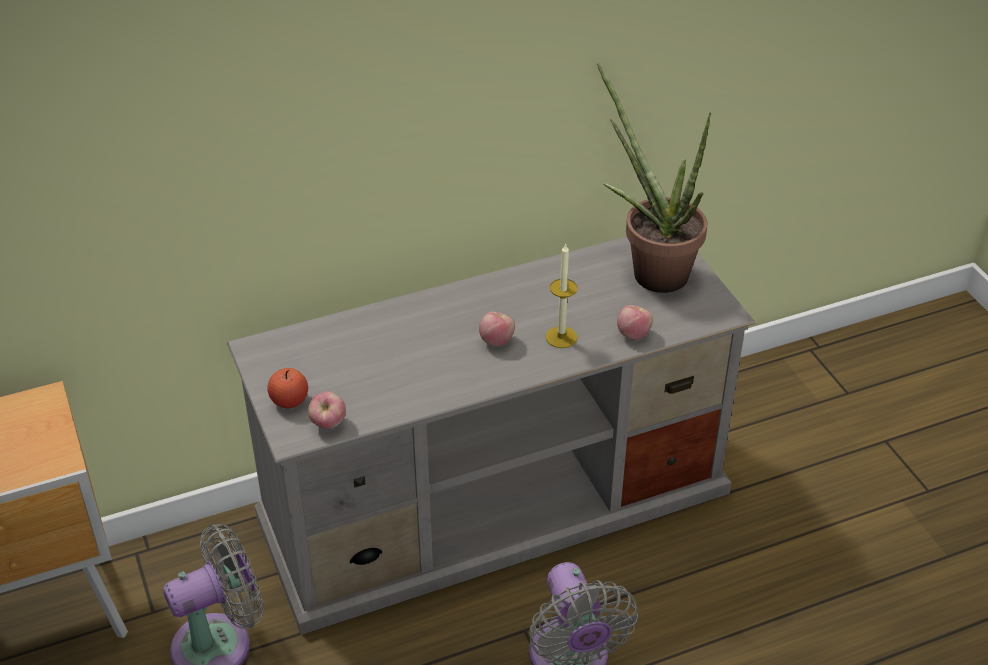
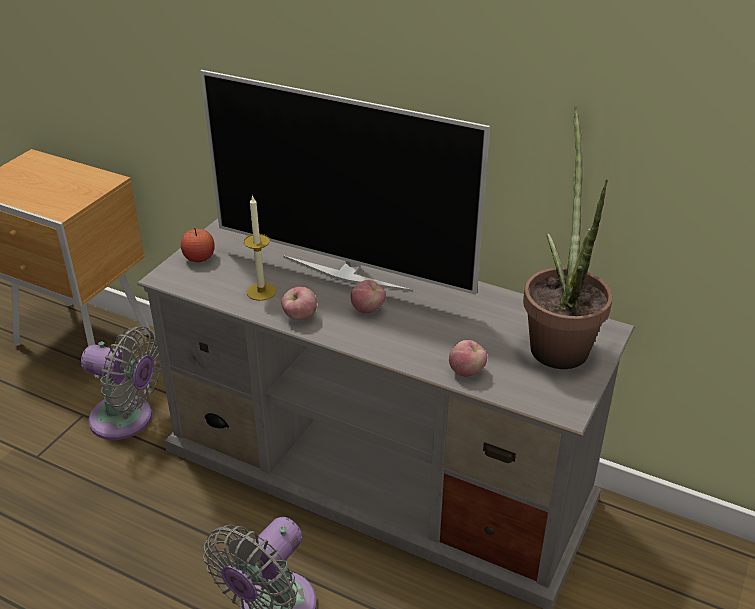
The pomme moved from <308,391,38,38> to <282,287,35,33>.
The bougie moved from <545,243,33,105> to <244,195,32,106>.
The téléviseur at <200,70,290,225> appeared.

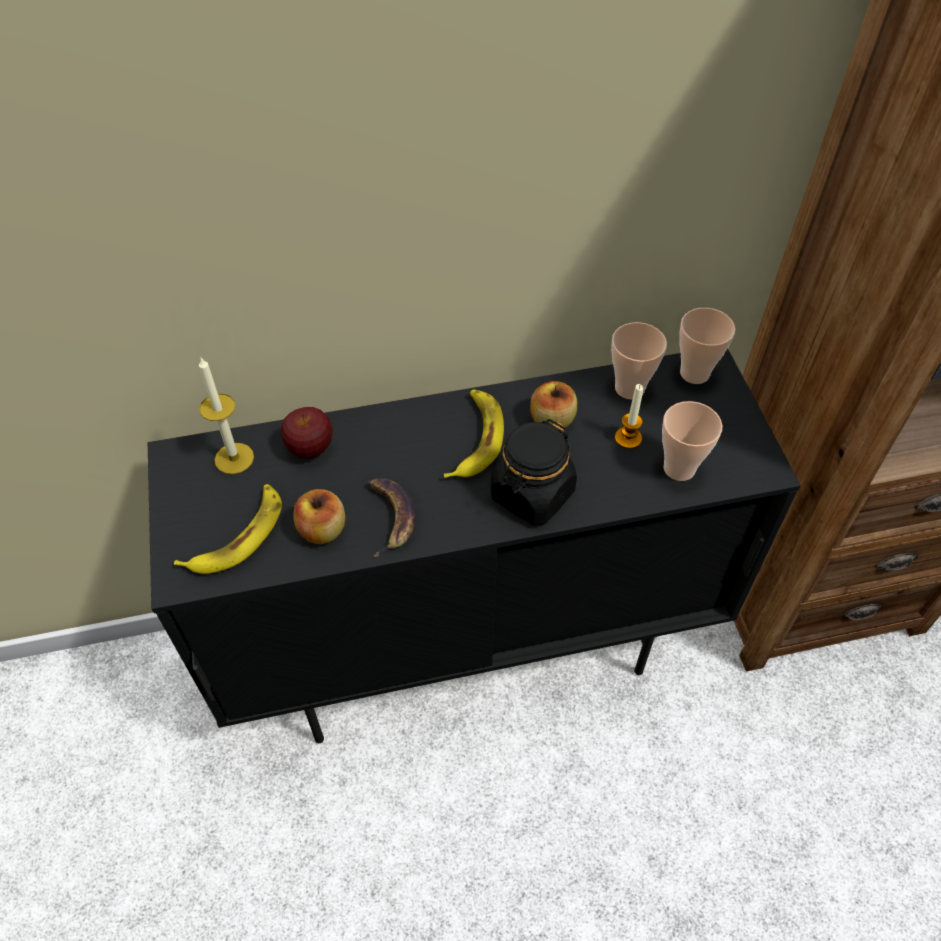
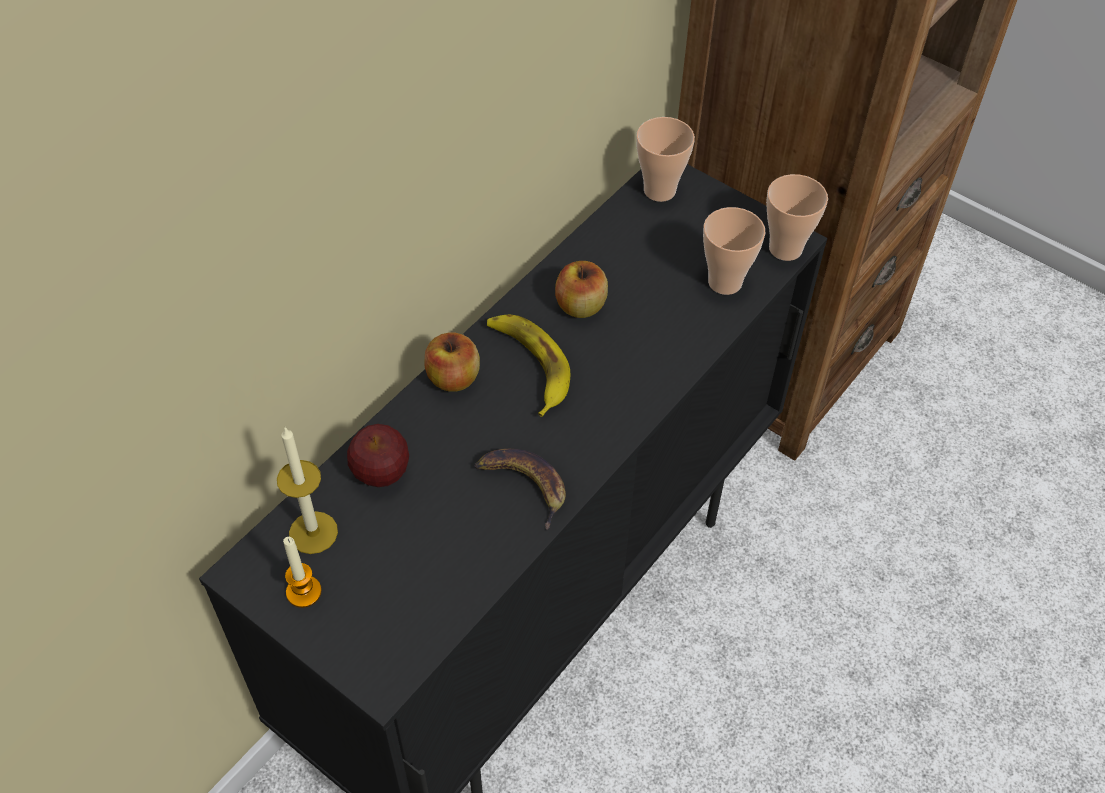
The banane at <174,484,108,90> disappeared.
The pomme moved from <293,489,52,55> to <424,333,56,59>.
The bocal (noir) at <490,419,87,106> disappeared.
The tasse moved from <611,322,56,77> to <766,174,62,87>.
The bougie moved from <615,384,28,65> to <283,537,39,71>.

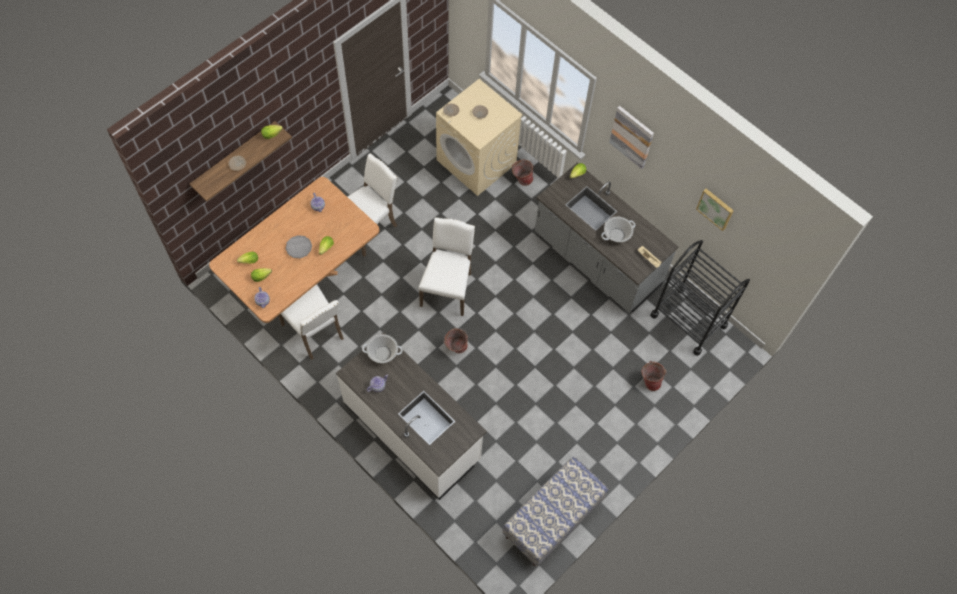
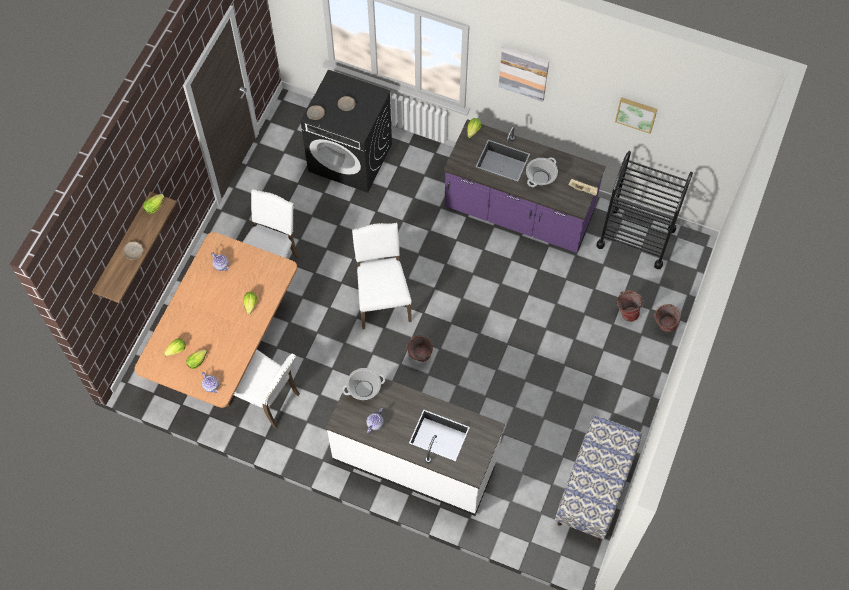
The assiette (gris) at <285,235,27,23> disappeared.
The lave-linge (beige) at <436,79,87,117> became the lave-linge (noir) at <301,70,91,123>.
The seau moved from <512,160,22,26> to <654,304,27,28>.
The comptoir de cuisine (gris) at <535,163,144,150> became the comptoir de cuisine (violet) at <443,119,163,134>.

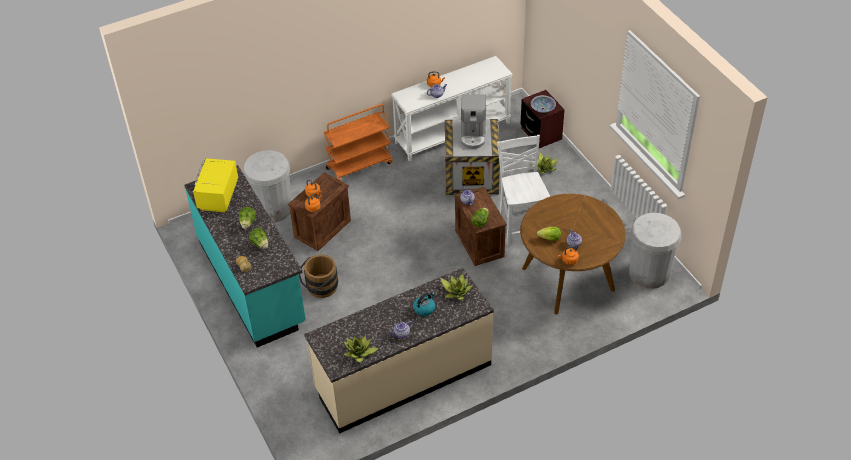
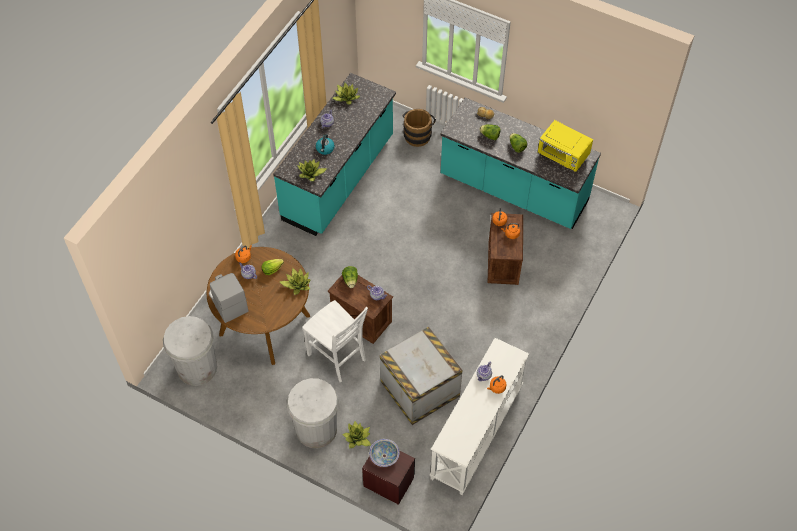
The micro-ondes (jaune) at <193,158,45,54> turned 150 degrees clockwise.
The poubelle (blanc) moved from <243,150,49,73> to <287,378,52,70>.
The seau (marron) moved from <299,255,39,43> to <402,109,34,38>.
The comptoir de cuisine (beige) at <304,268,190,166> became the comptoir de cuisine (turquoise) at <273,73,123,163>.
The chariot (orange) at <324,104,69,77> disappeared.
The machine à café moved from <461,94,25,55> to <209,273,40,50>.
The plante en pot at <280,268,31,27> appeared.

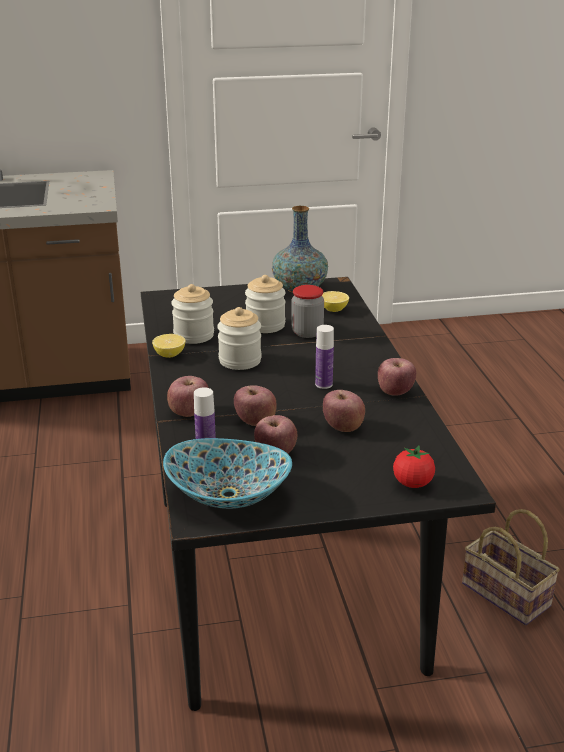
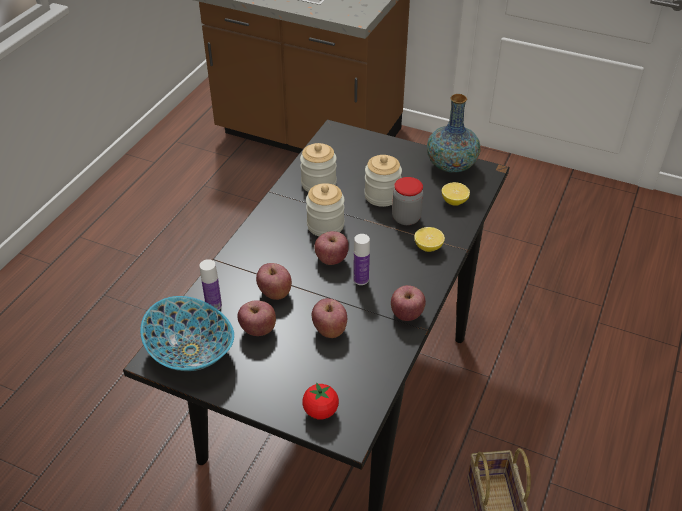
The citron moved from <152,334,34,24> to <414,227,31,25>.
The pomme moved from <167,376,42,41> to <314,231,35,34>.

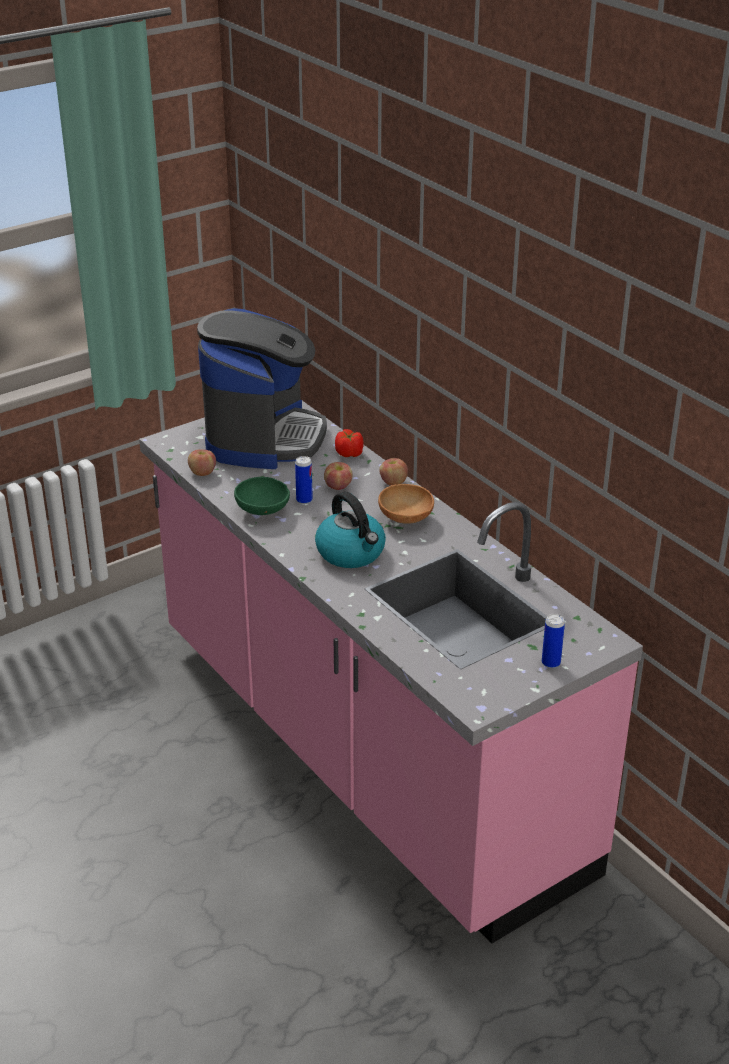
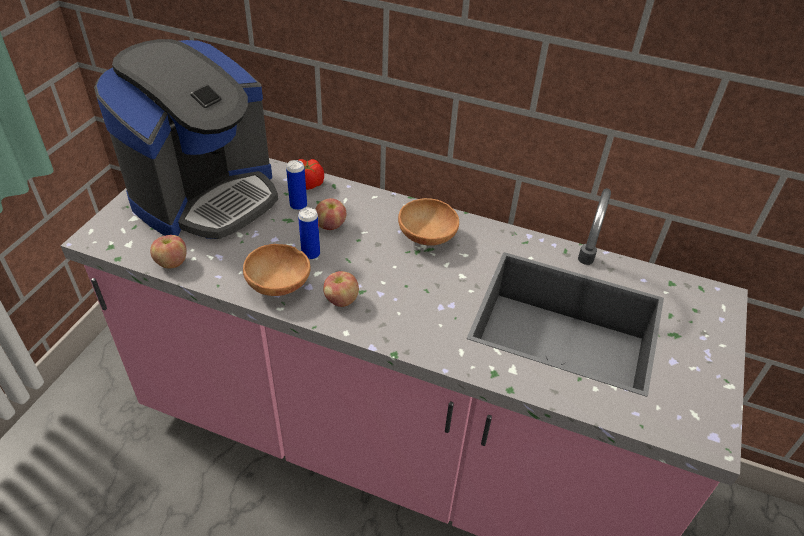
The machine à café at <197,308,130,161> turned 60 degrees clockwise.
The bol (vert) at <234,477,56,38> became the bol (marron) at <243,244,68,52>.
The bouilloire at <315,492,71,76> disappeared.
The pomme moved from <379,458,29,28> to <323,271,36,36>.
The boîte métallique moved from <542,614,23,54> to <286,160,21,50>.

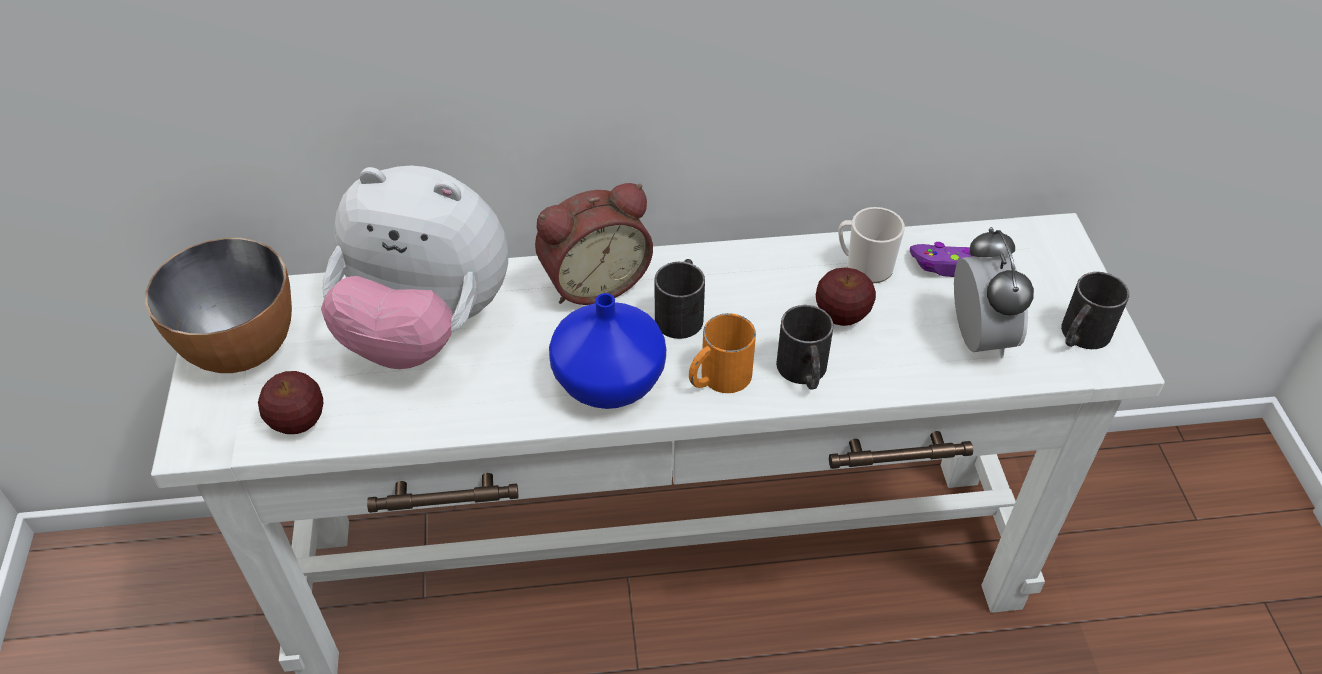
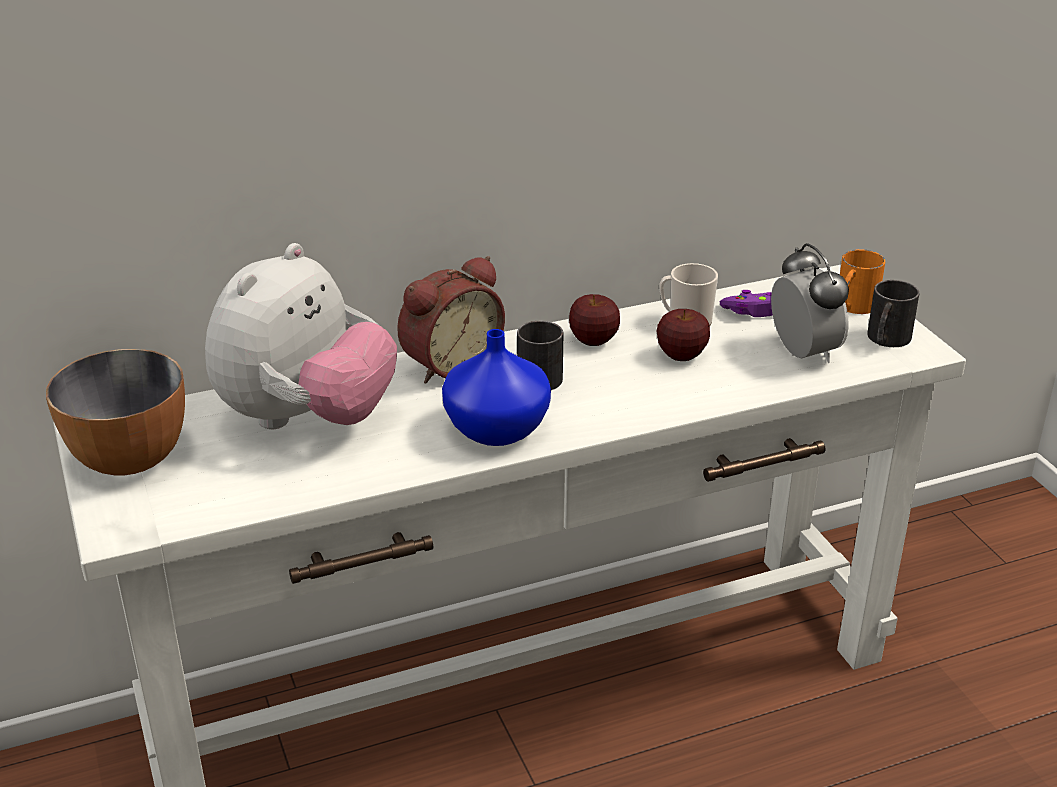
The pomme moved from <258,371,65,63> to <569,294,51,52>.
The peluche at <321,166,187,203> turned 60 degrees counterclockwise.
The mug (orange) moved from <689,313,67,80> to <840,249,45,65>.
The mug (noir) at <776,305,57,85> disappeared.

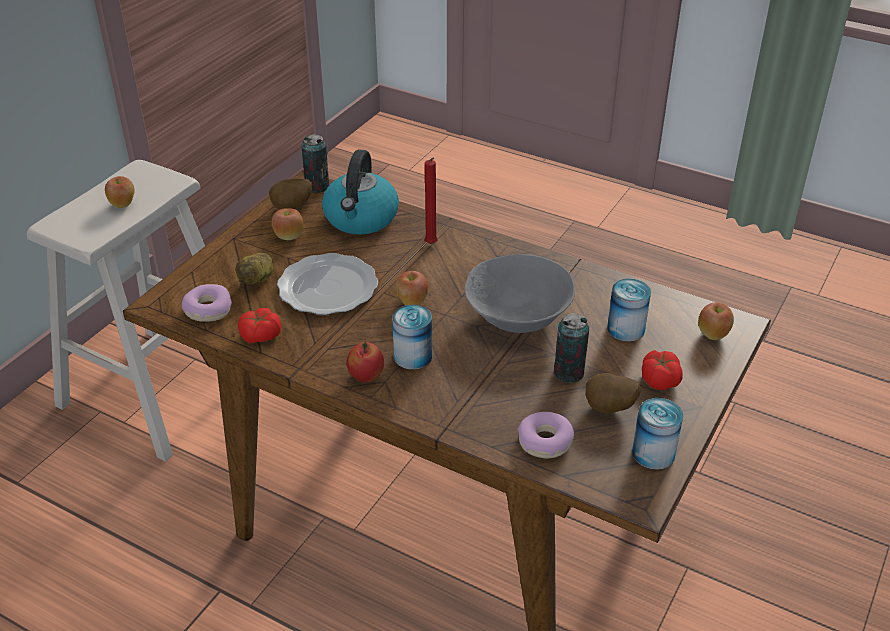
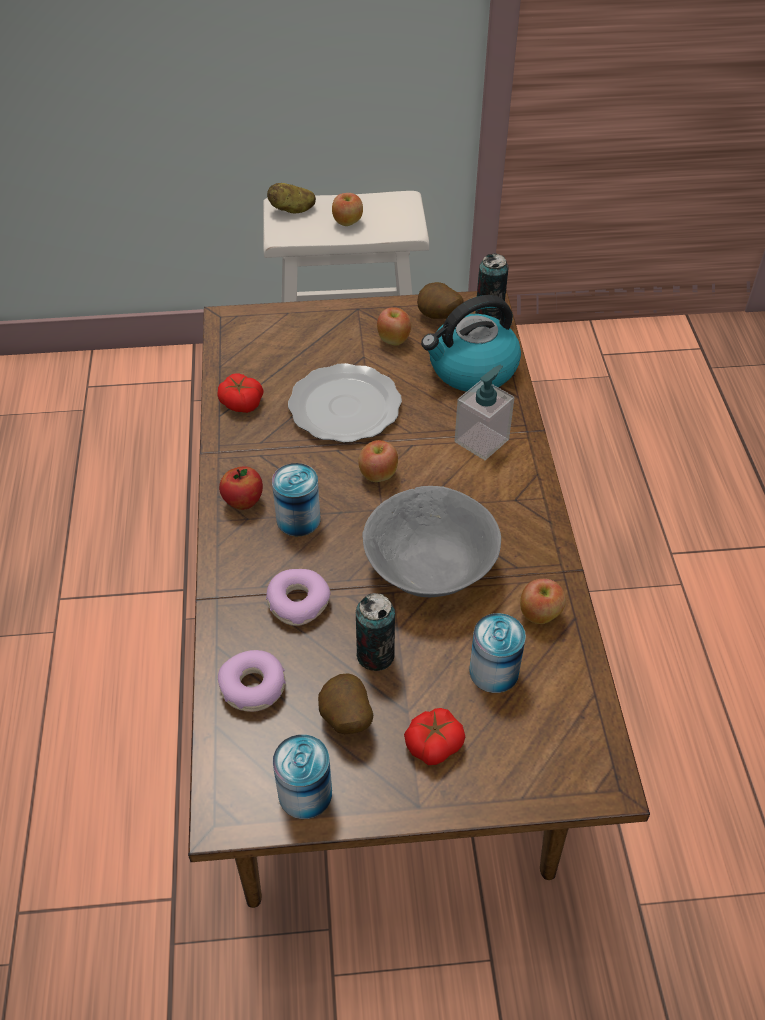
The beignet moved from <182,284,50,38> to <266,569,65,57>.
The pomme de terre moved from <235,253,39,32> to <267,183,49,30>.
The bougie (rouge) at <425,158,13,86> was replaced by the distributeur de savon at <455,365,60,95>.
The pomme moved from <698,302,36,38> to <520,579,46,45>.

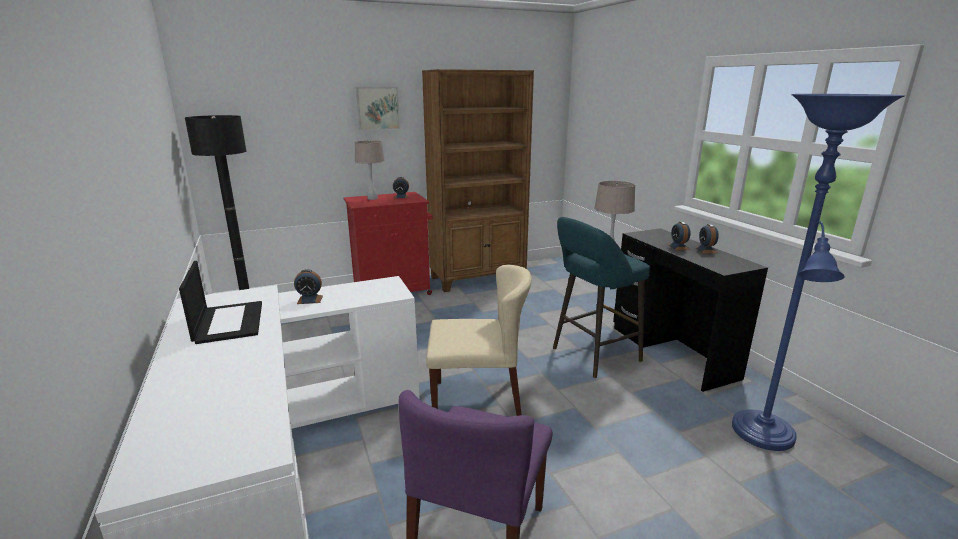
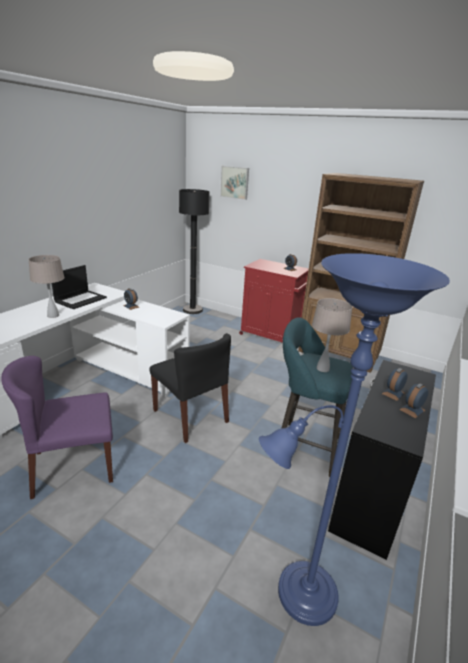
The lampe de table (beige) moved from <355,140,30,60> to <28,255,37,63>.
The tableau moved from <356,87,44,43> to <220,166,29,34>.
The chaise (beige) at <426,264,106,152> became the chaise (noir) at <150,333,81,110>.

